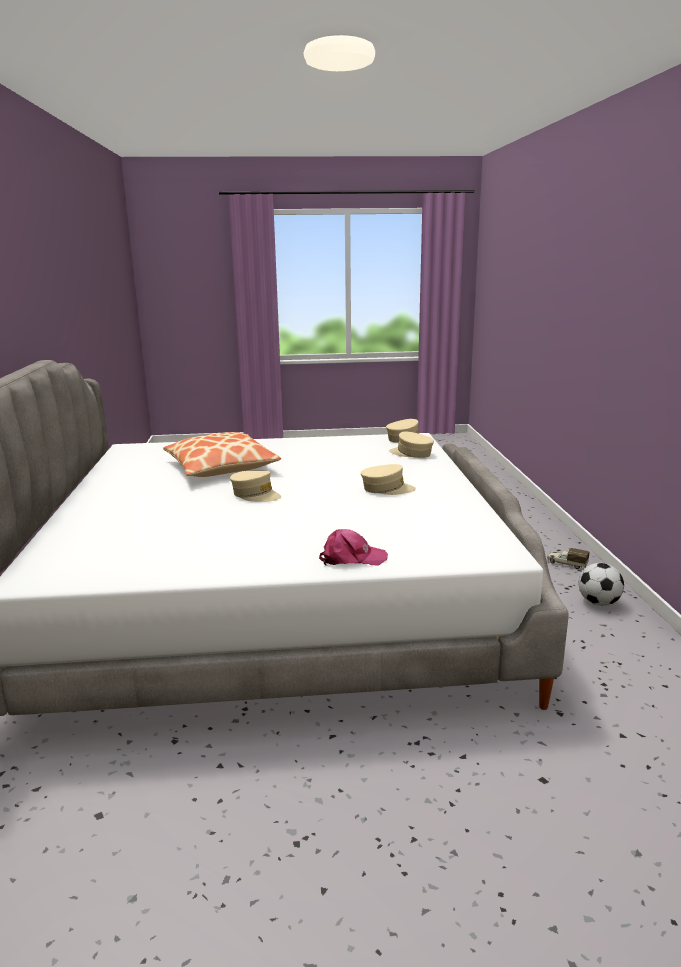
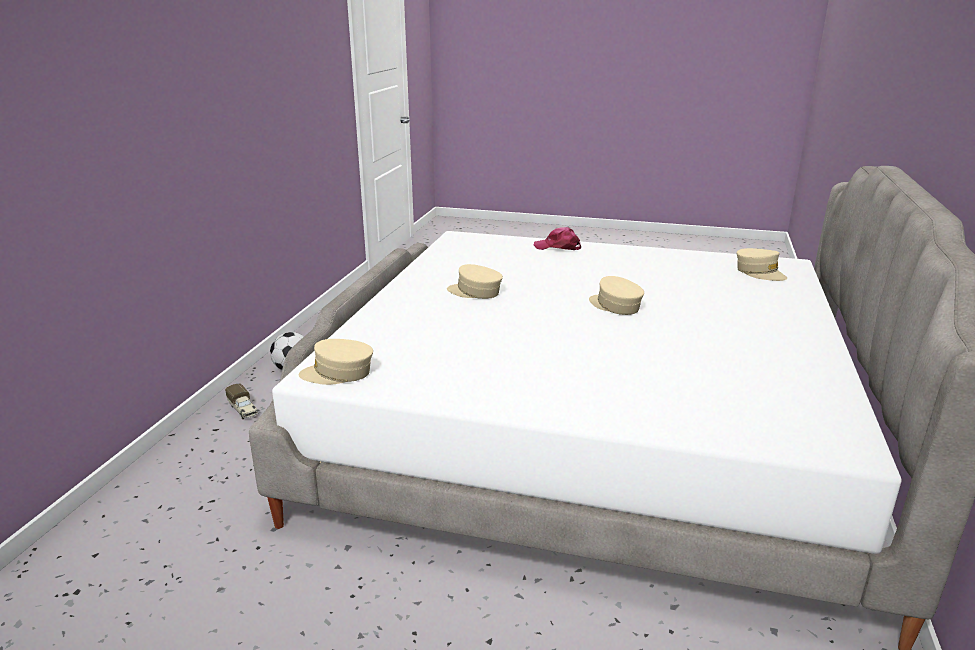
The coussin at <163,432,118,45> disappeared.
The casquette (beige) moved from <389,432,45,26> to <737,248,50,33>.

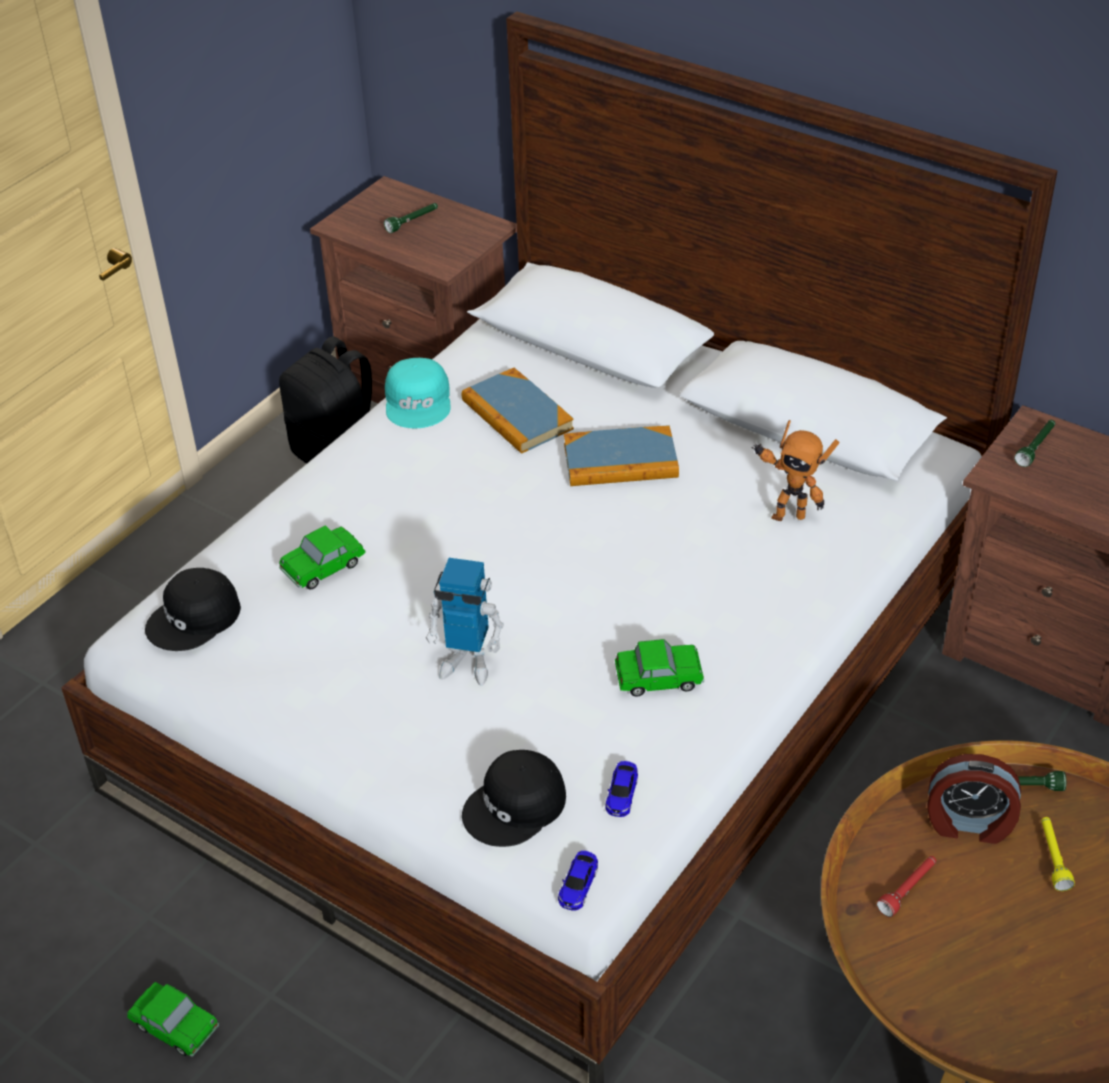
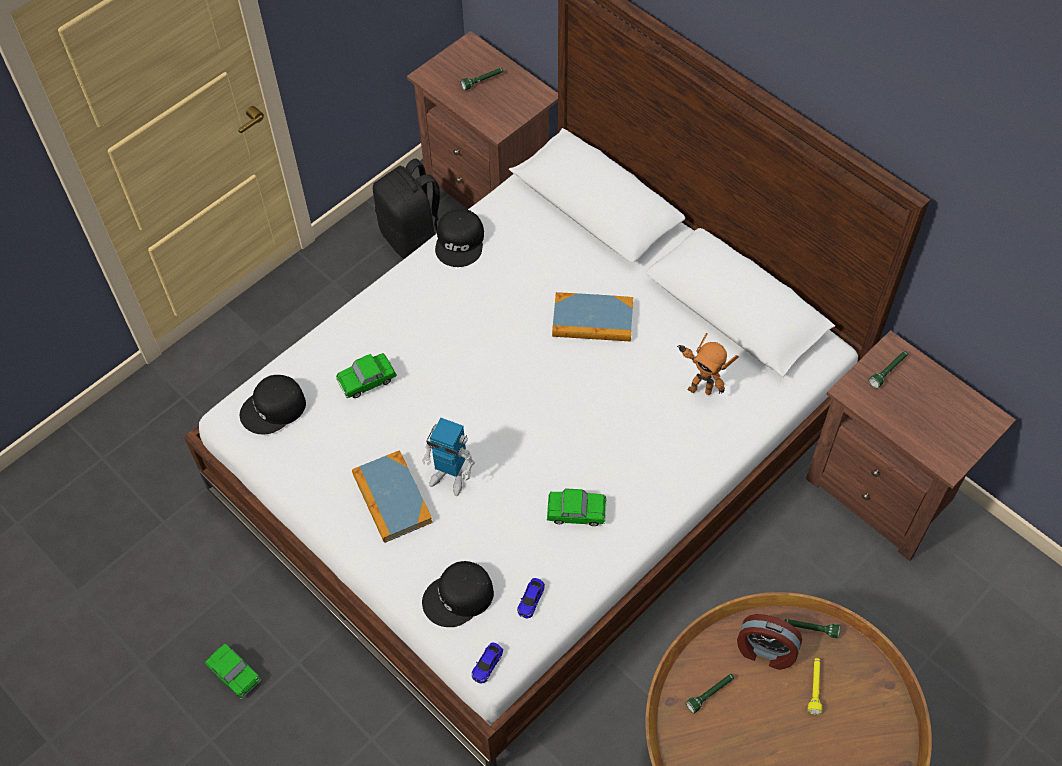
The casquette (turquoise) at <385,358,66,70> became the casquette (noir) at <435,209,49,58>.
The livre moved from <462,368,112,86> to <352,450,81,93>.
The lampe de poche (rouge) at <876,856,60,61> became the lampe de poche (vert) at <686,674,48,40>.

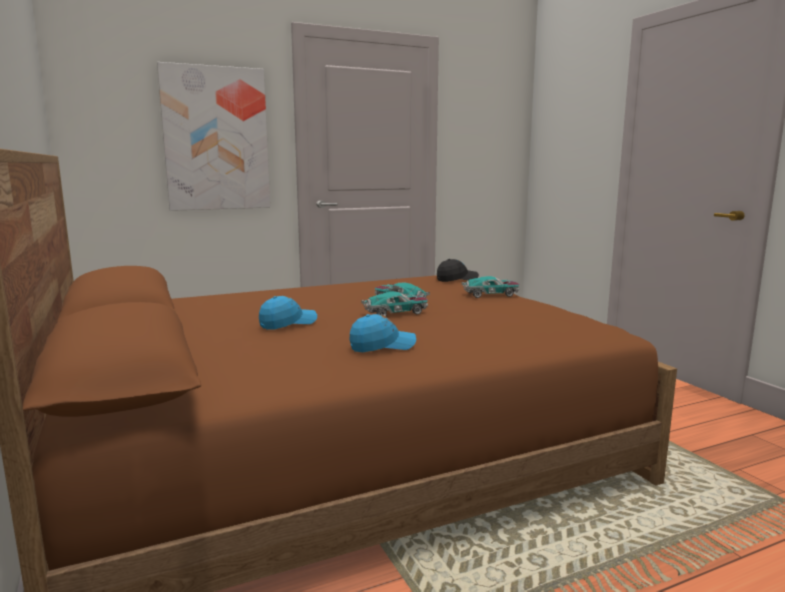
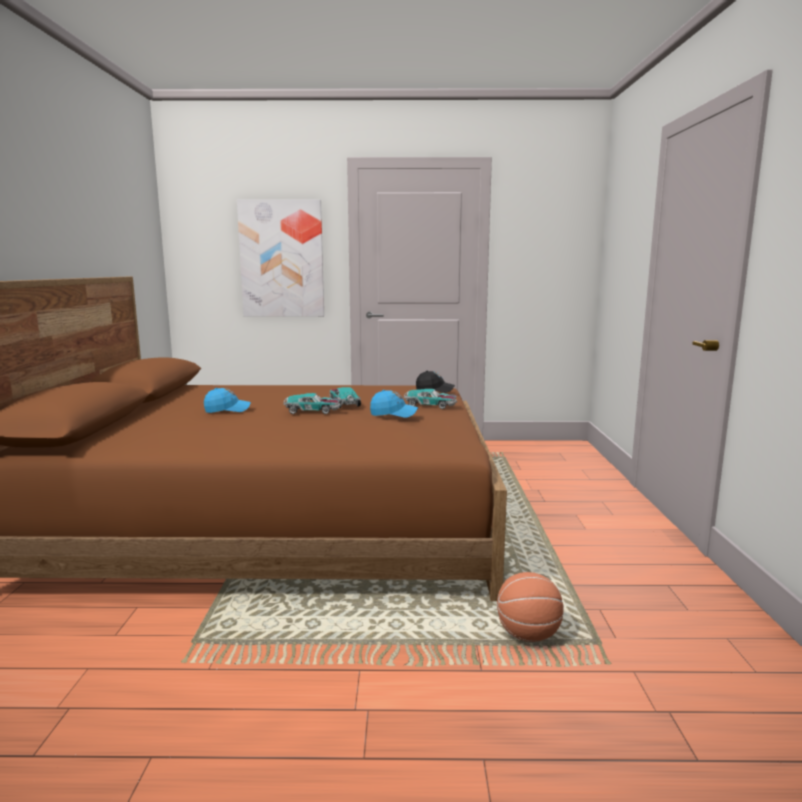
The casquette (bleu) moved from <350,314,66,38> to <370,390,48,28>.
The ballon de basket at <497,572,66,70> appeared.

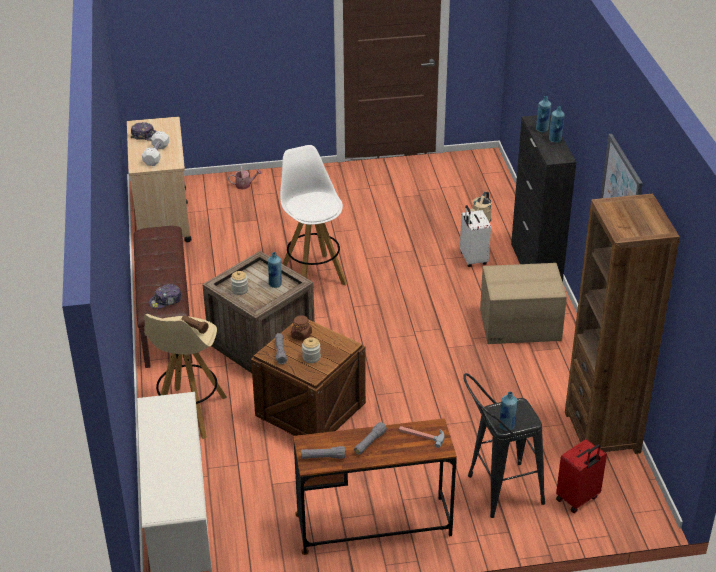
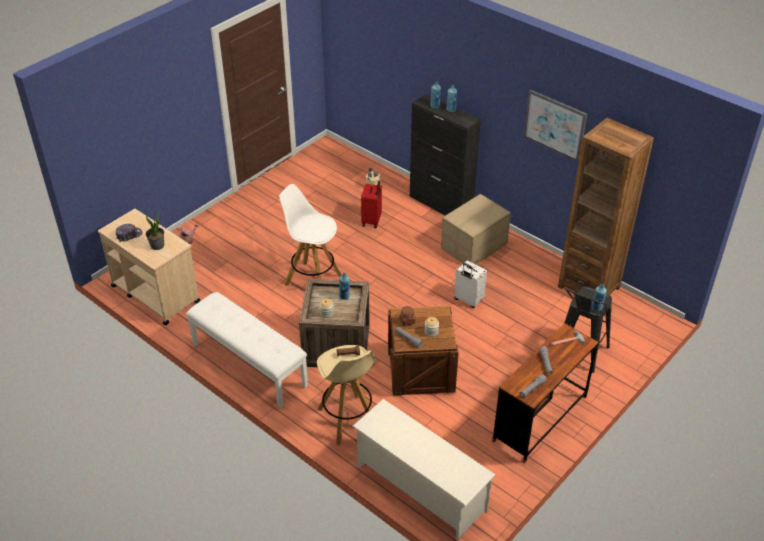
The banc (marron) at <134,226,59,142> became the banc (blanc) at <186,292,122,116>.
The haltère (blanc) at <142,131,27,35> was replaced by the plante en pot at <145,211,19,39>.
The casquette at <149,284,32,25> disappeared.
The valise (blanc) moved from <460,205,31,62> to <454,260,33,48>.
The valise (rouge) moved from <556,439,51,74> to <361,181,21,47>.

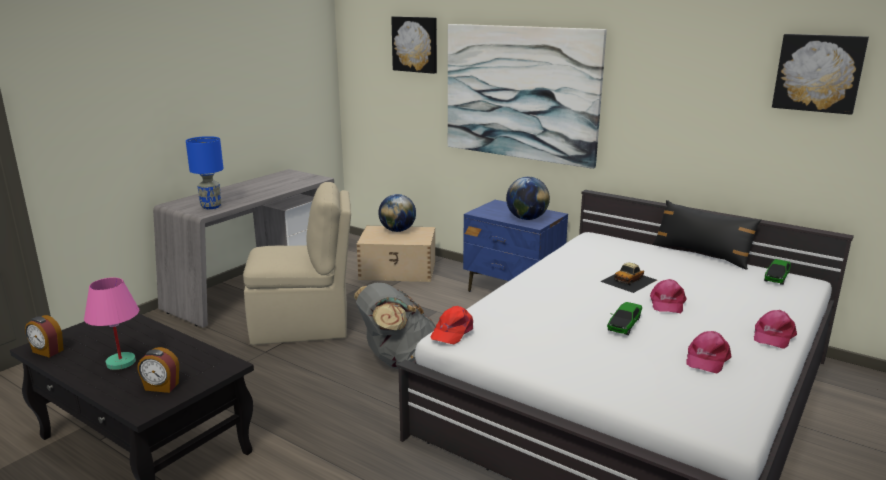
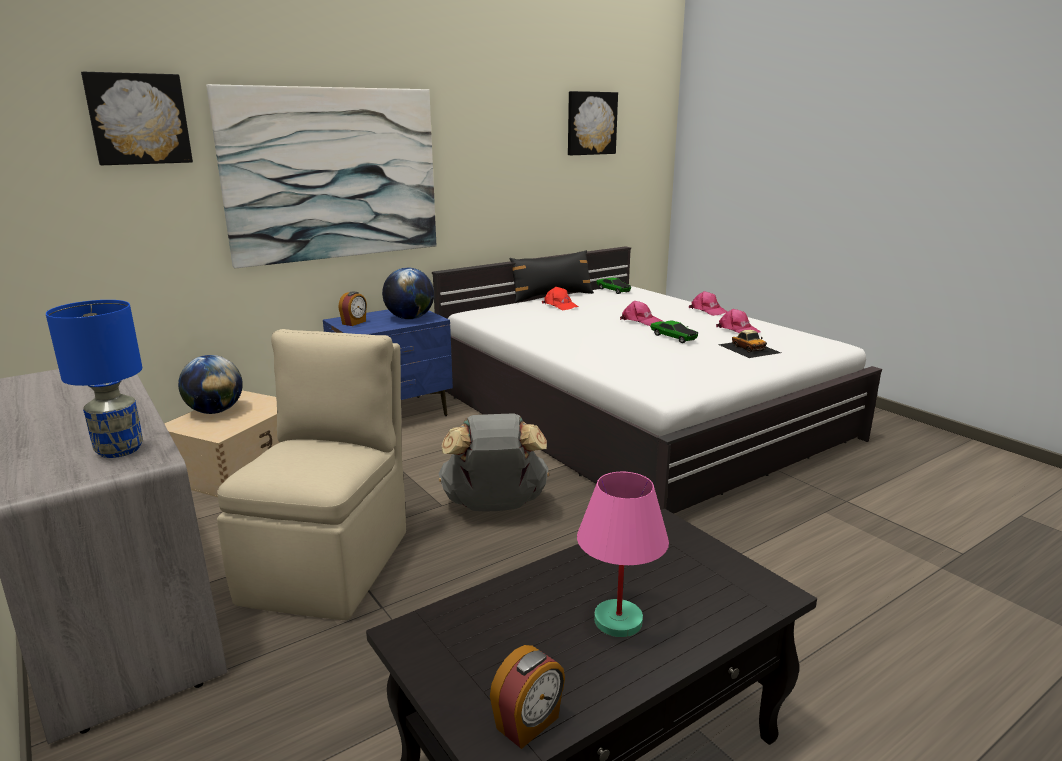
The réveil moved from <137,347,42,46> to <339,291,28,35>.
The casquette (rouge) moved from <431,306,42,38> to <542,287,36,23>.
The petite voiture moved from <600,263,57,30> to <718,330,63,28>.

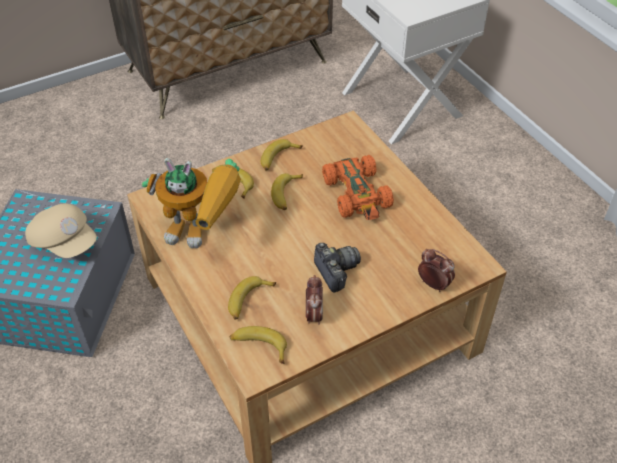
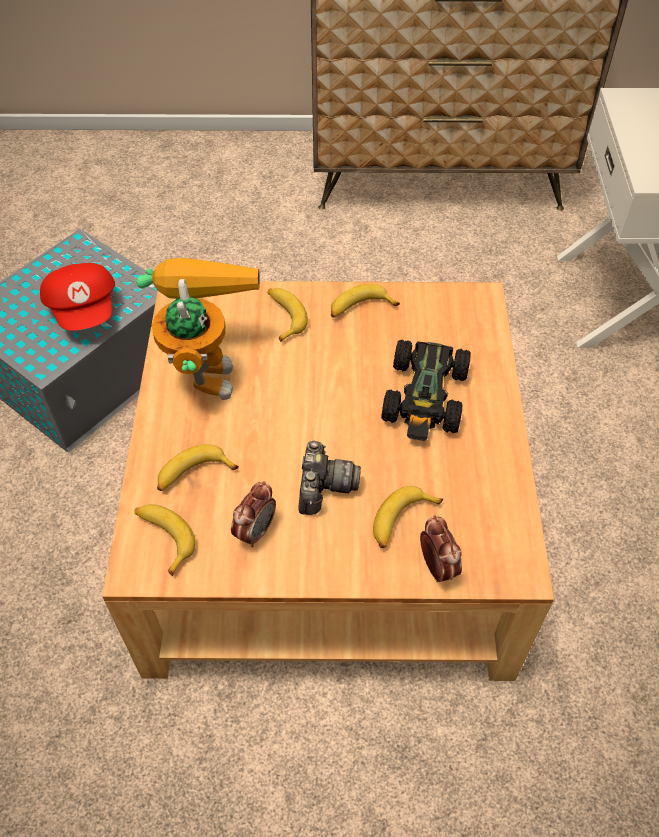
The casquette (beige) at <25,203,72,55> became the casquette (rouge) at <40,263,75,68>.
The robot jouet at <142,158,99,90> turned 135 degrees counterclockwise.
The banane moved from <271,173,32,37> to <373,486,70,62>.
The petite voiture (orange) at <322,155,72,65> became the petite voiture (noir) at <381,339,90,102>.

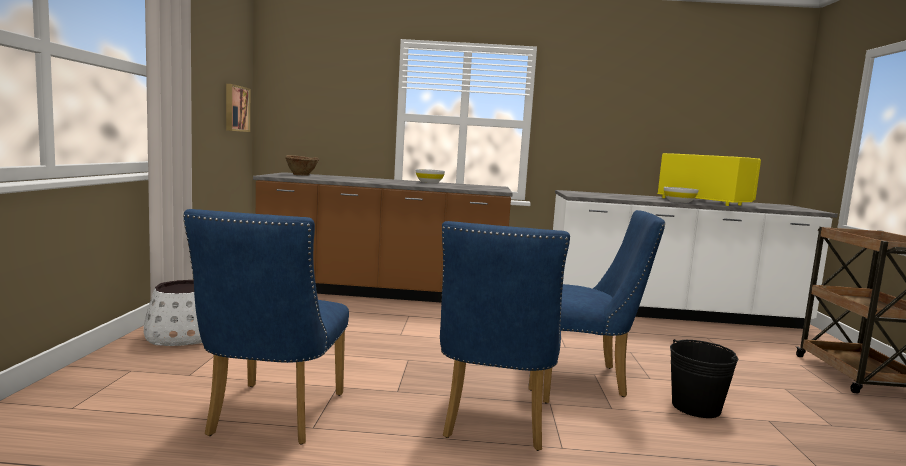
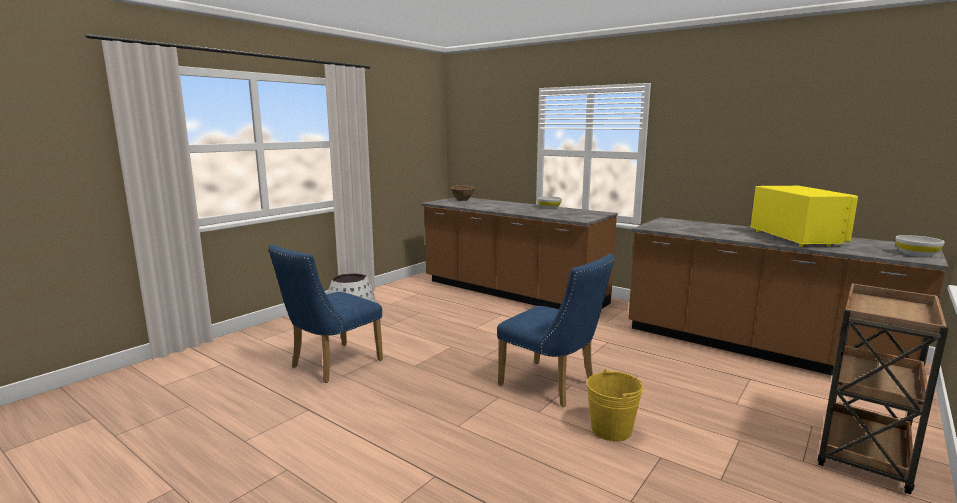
The tableau at <226,84,24,48> disappeared.
The chaise (bleu) at <440,221,130,230> disappeared.
The comptoir de cuisine (blanc) at <553,190,285,139> became the comptoir de cuisine (marron) at <628,217,321,159>.
The bol (blanc) moved from <664,187,35,16> to <896,235,49,22>.
The seau (noir) at <670,339,68,79> became the seau (jaune) at <587,369,56,72>.

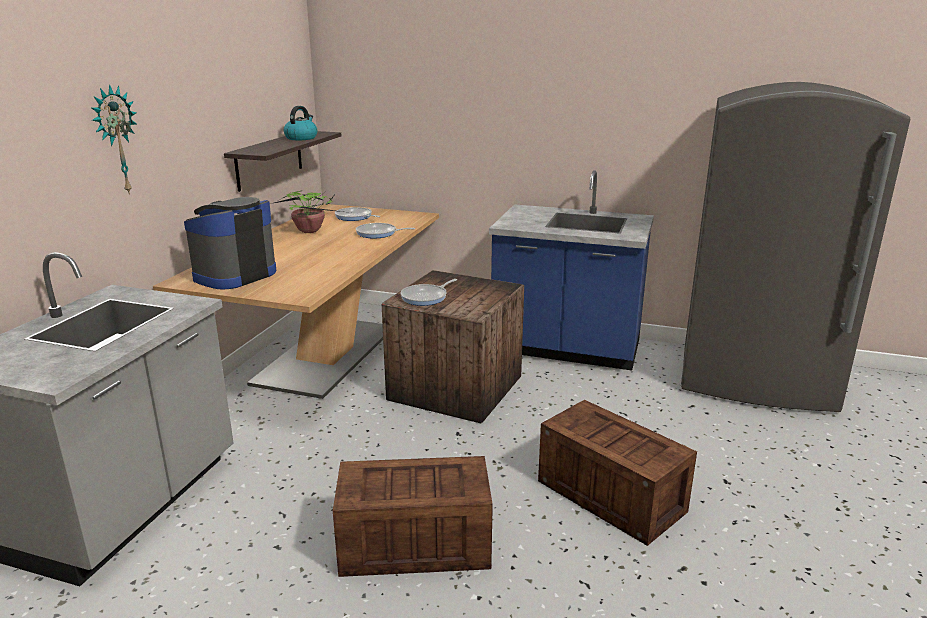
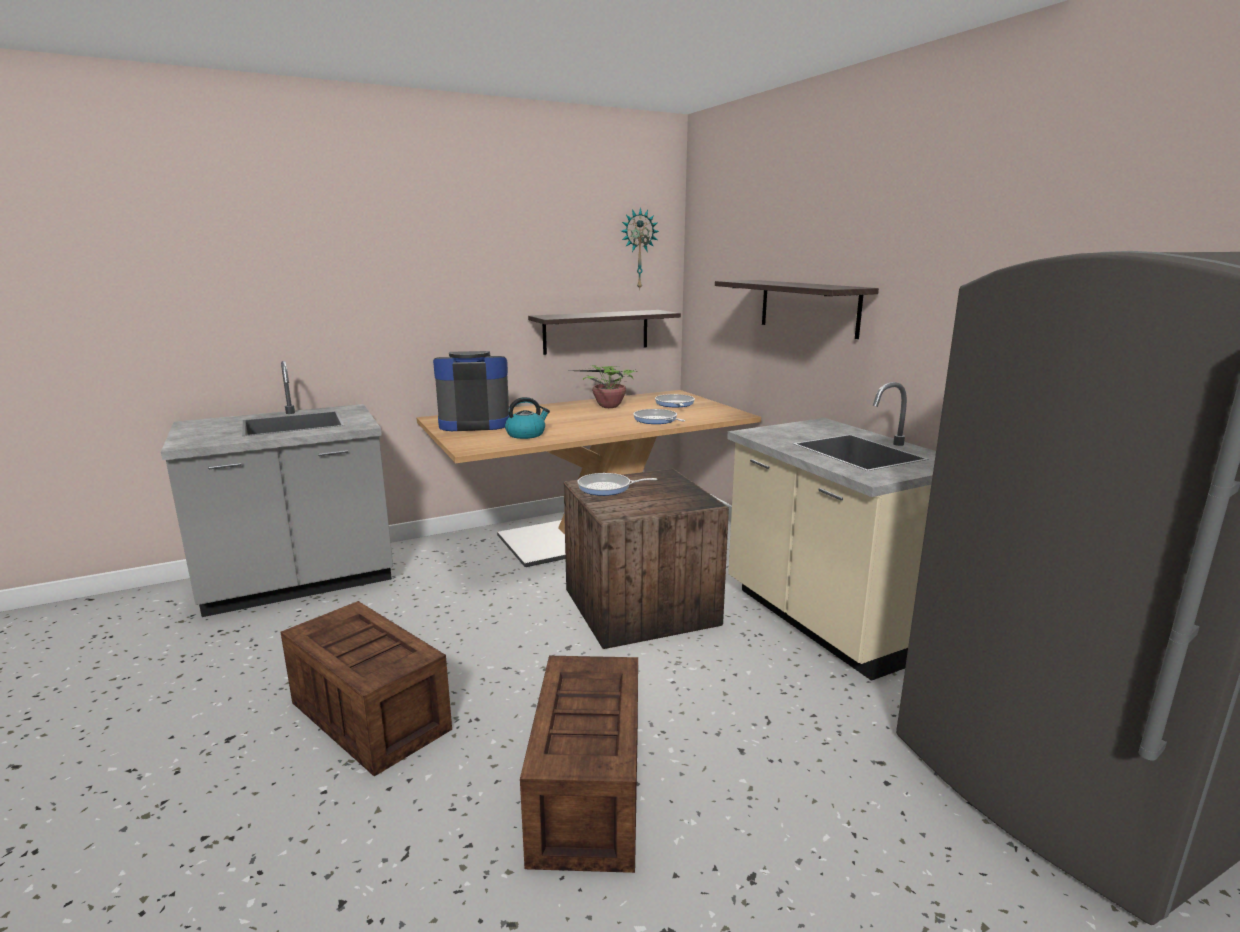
The horloge murale moved from <91,84,46,111> to <621,207,38,84>.
The bouilloire moved from <284,106,34,34> to <505,397,45,42>.
The comptoir de cuisine (bleu) at <489,170,165,200> became the comptoir de cuisine (beige) at <727,382,209,299>.
The étagère at <715,280,164,59> appeared.

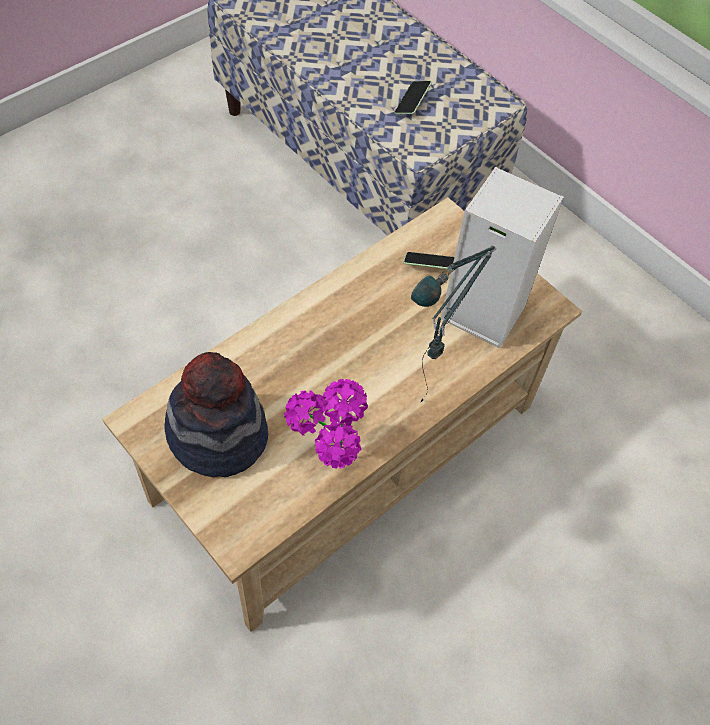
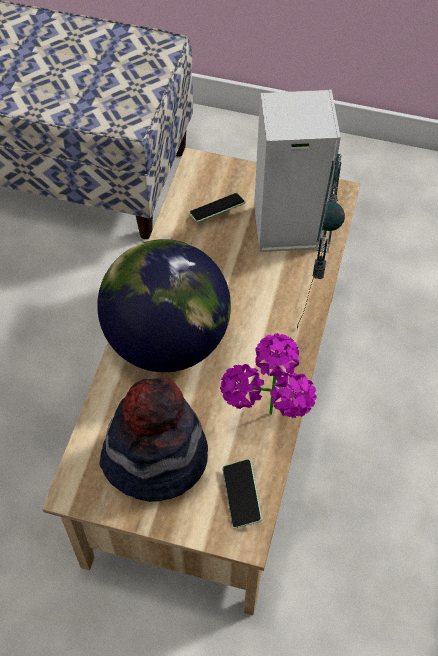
The téléphone moved from <394,81,38,33> to <223,459,39,69>.
The globe at <97,239,134,133> appeared.

